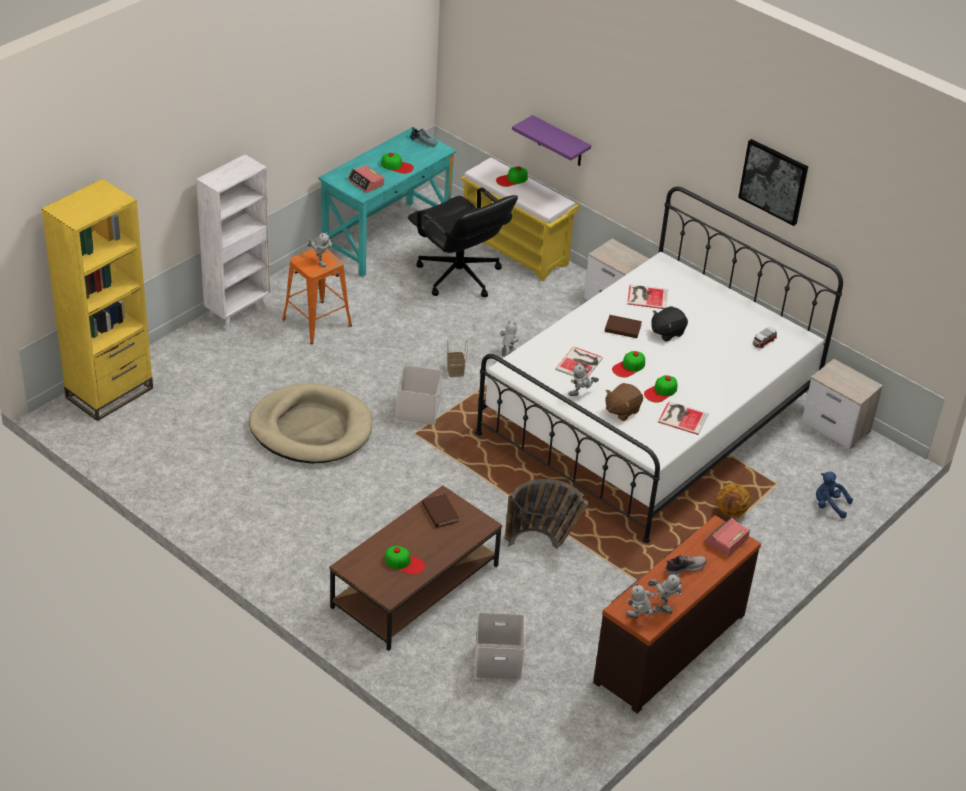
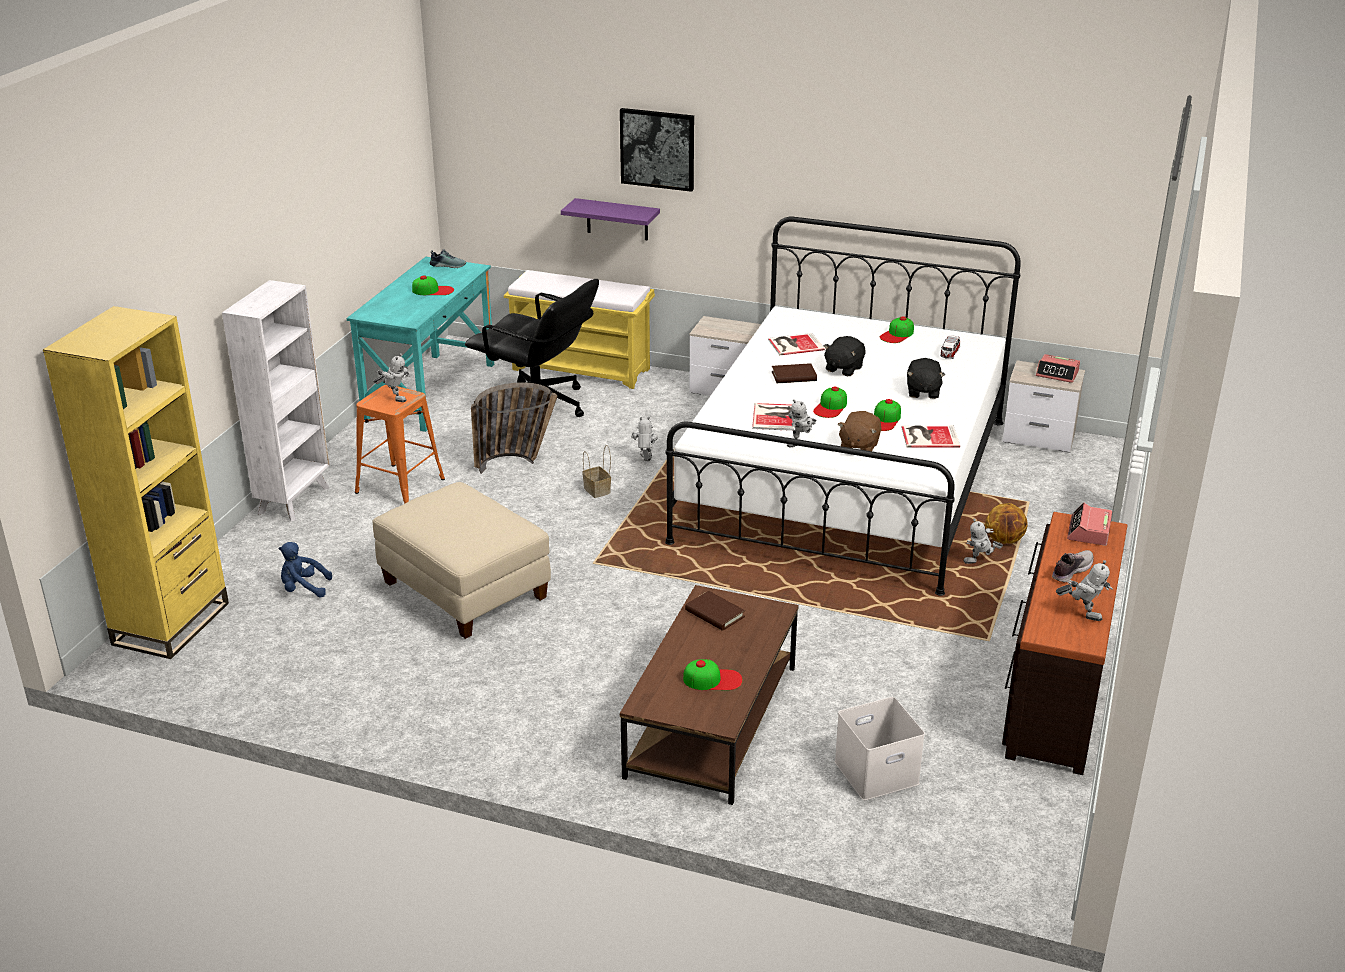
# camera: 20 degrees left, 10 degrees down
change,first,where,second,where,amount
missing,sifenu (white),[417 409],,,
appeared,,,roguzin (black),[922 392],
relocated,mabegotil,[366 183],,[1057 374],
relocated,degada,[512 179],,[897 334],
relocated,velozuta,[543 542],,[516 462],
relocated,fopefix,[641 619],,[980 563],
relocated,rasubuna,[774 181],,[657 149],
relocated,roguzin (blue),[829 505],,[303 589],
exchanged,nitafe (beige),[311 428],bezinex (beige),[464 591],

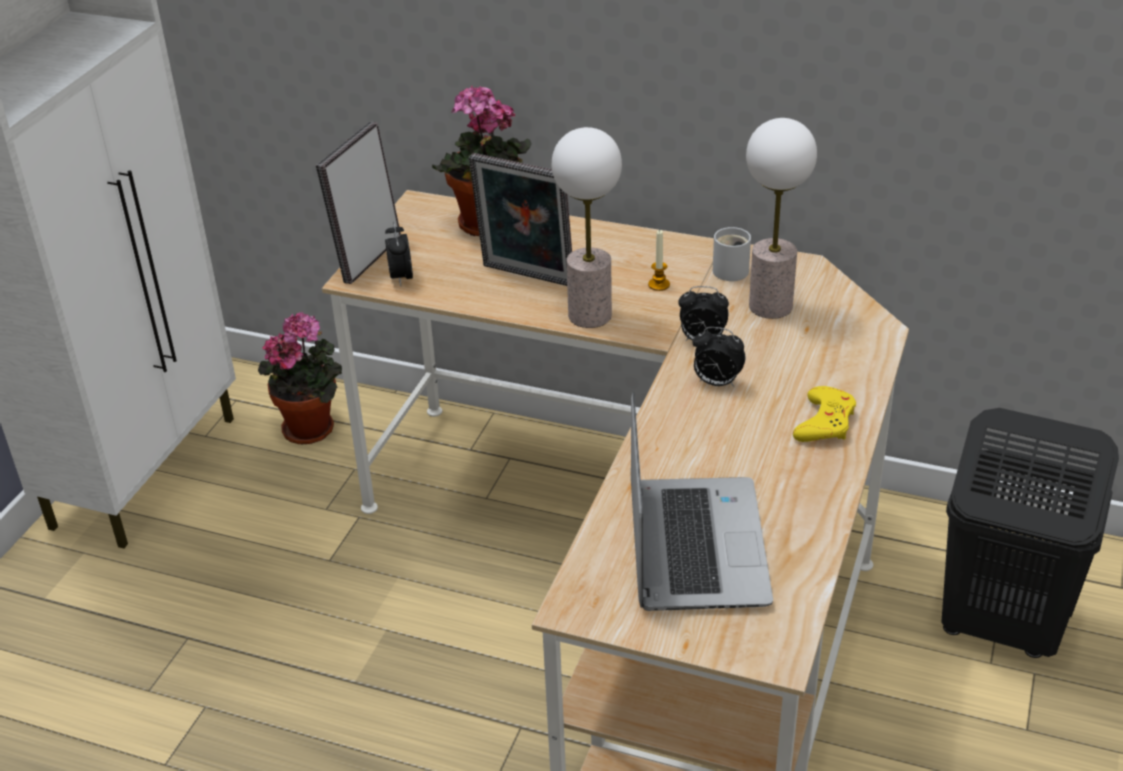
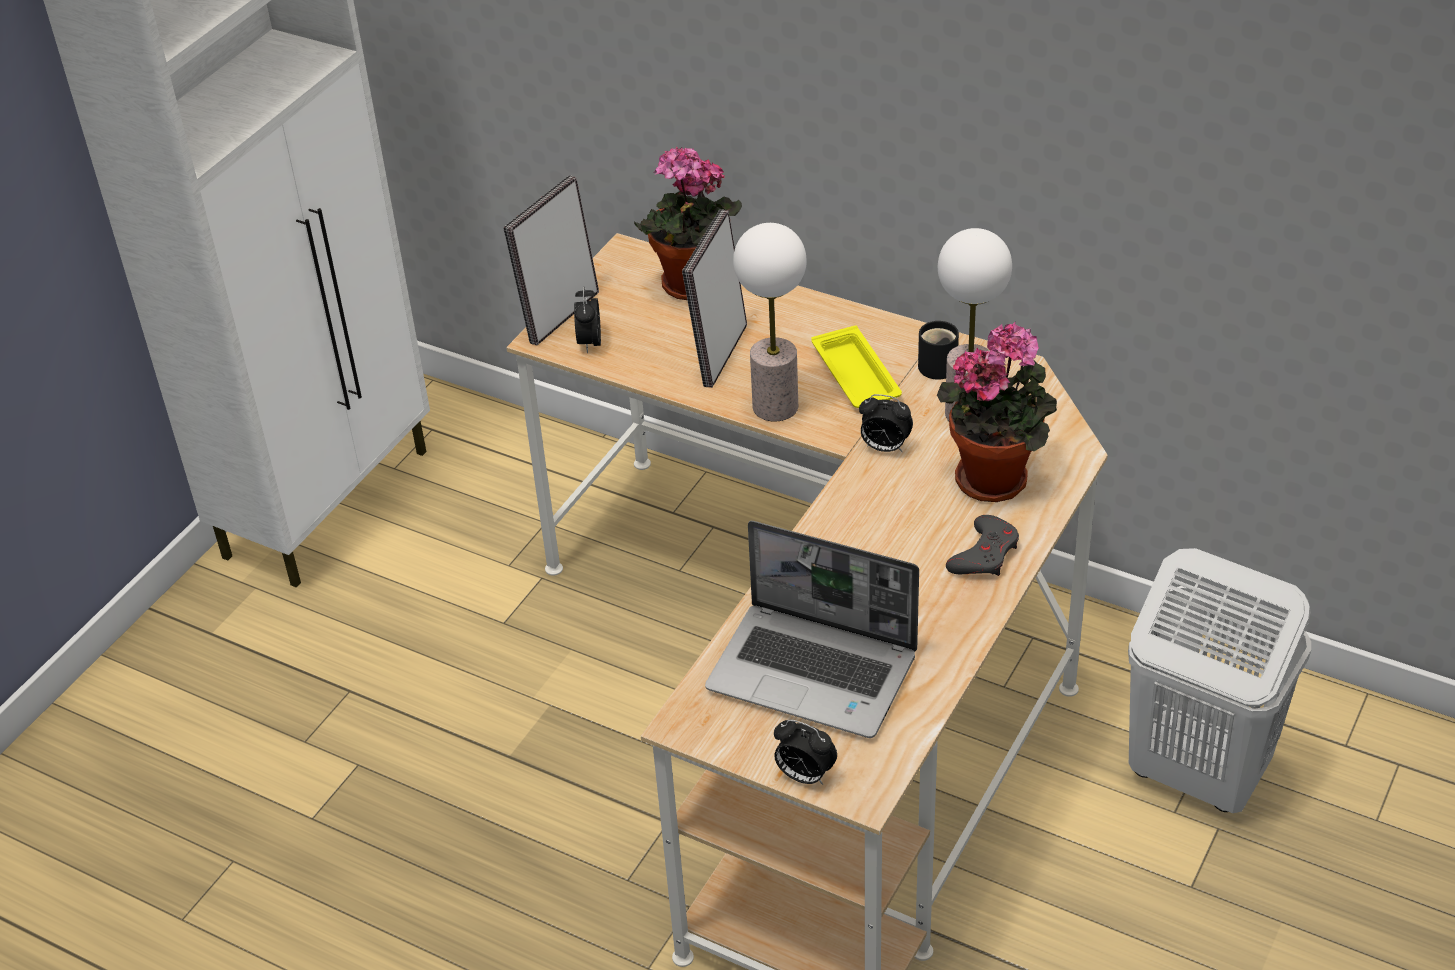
# camera: 10 degrees right, 5 degrees up
change,first,where,second,where,amount
relocated,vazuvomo,[312 427],,[997 477],
relocated,mabegotil,[716 383],,[804 775],
exchanged,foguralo,[659 285],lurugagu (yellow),[857 376],
colour,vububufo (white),[732 269],vububufo (black),[940 365],
colour,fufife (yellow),[825 422],fufife (grey),[984 554],
colour,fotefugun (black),[999 626],fotefugun (white),[1196 774],
spun,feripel,[525 277],,[719 354],75 degrees clockwise
spun,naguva,[694 544],,[815 672],105 degrees clockwise

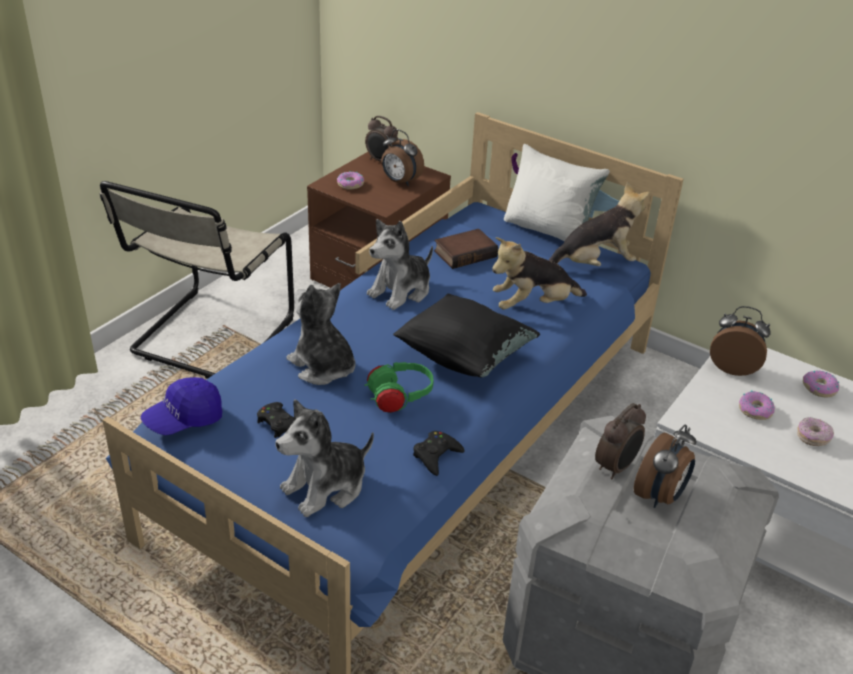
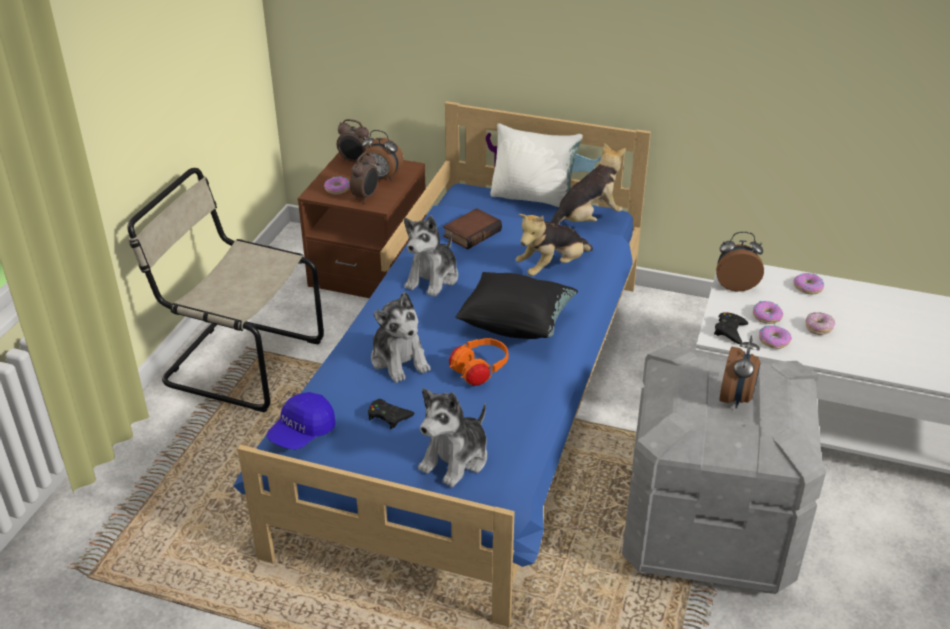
# camera: 15 degrees left, 0 degrees up
change,first,where,second,where,amount
appeared,,,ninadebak,[774 341],
relocated,fufife (black),[436 456],,[730 331],
relocated,mabegotil,[616 467],,[366 197],
colour,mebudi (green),[399 398],mebudi (orange),[479 372],
spun,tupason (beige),[209 338],,[238 362],105 degrees clockwise
spun,roguzin,[323 367],,[399 360],150 degrees counterclockwise

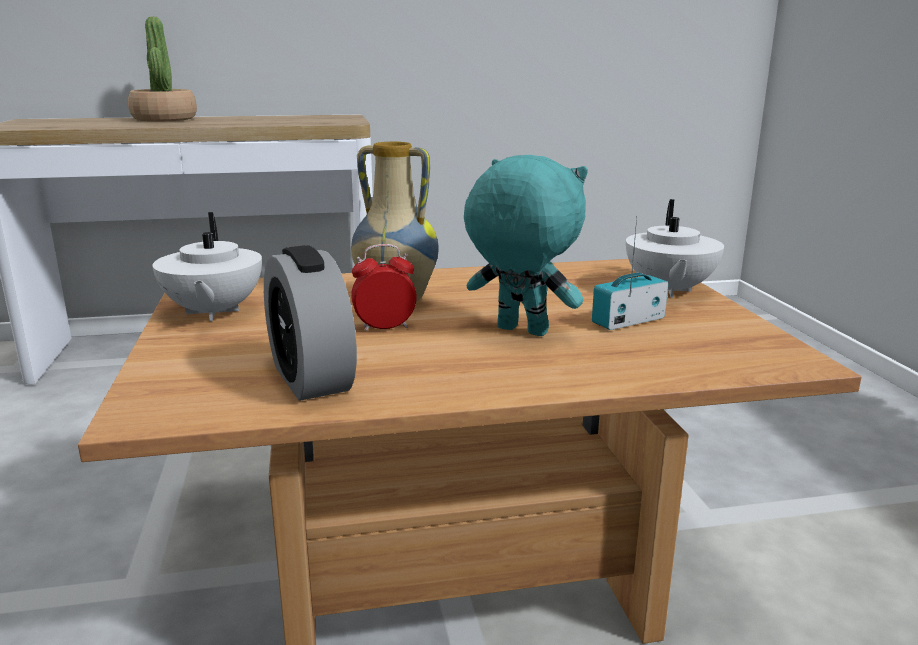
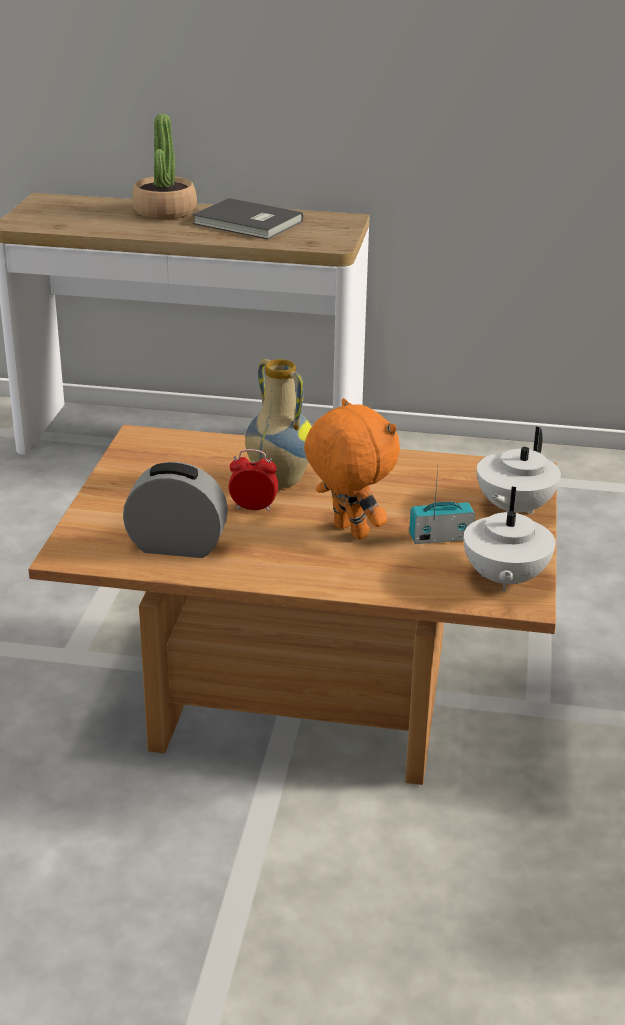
# camera: 20 degrees right, 10 degrees up
change,first,where,second,where,amount
appeared,,,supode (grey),[247 223],
relocated,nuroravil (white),[212 313],,[504 579],
colour,roguzin (turquoise),[520 331],roguzin (orange),[348 531],
spun,mabegotil,[311 378],,[177 546],105 degrees clockwise

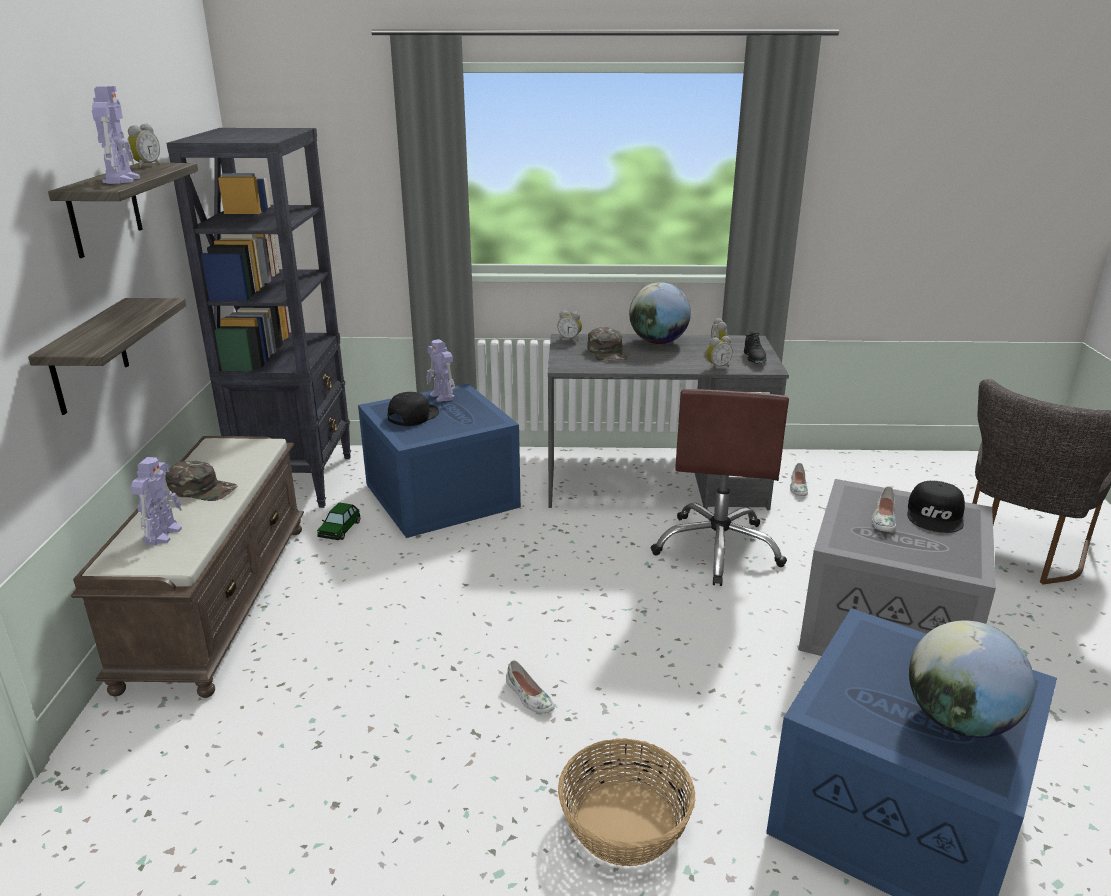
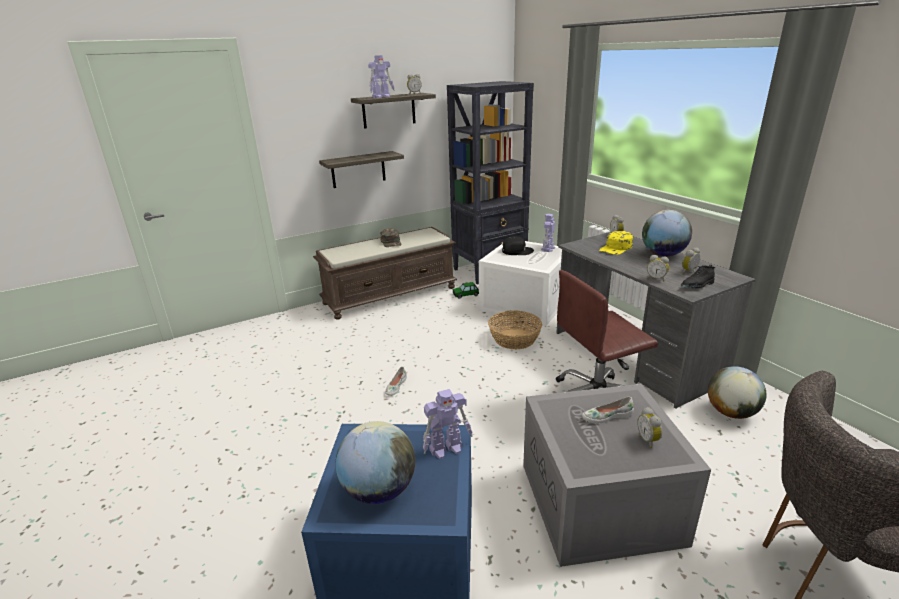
# camera: 60 degrees right, 0 degrees up
change,first,where,second,where,amount
relocated,fopefix,[163 534],,[447 448],
relocated,velozuta,[623 823],,[514 339],
exchanged,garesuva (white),[798 487],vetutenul,[731 413],
exchanged,degada (black),[936 515],mabegotil,[648 440],
colour,sifenu (blue),[439 495],sifenu (white),[525 302],
colour,degada (green),[607 352],degada (yellow),[616 248],

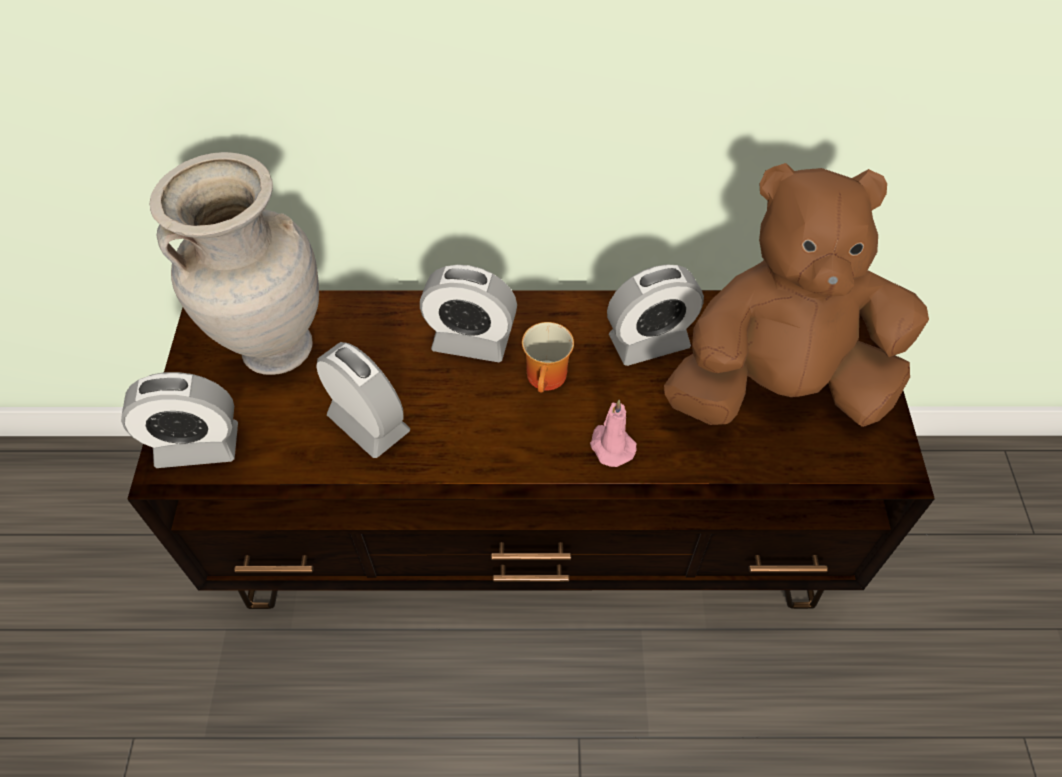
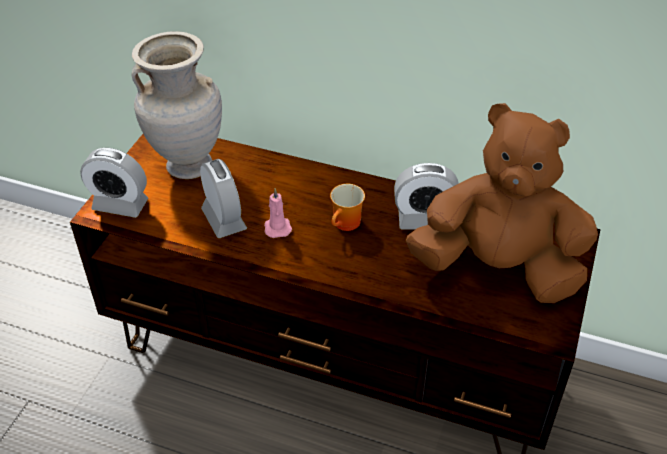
# camera: 20 degrees right, 10 degrees down
change,first,where,second,where,amount
missing,mabegotil,[471 341],,,
relocated,foguralo (pink),[611 445],,[277 227],

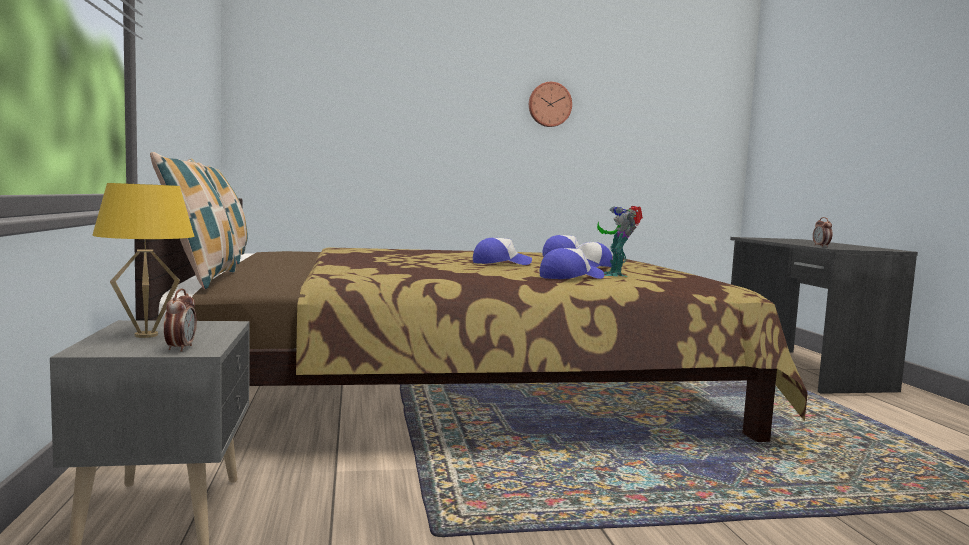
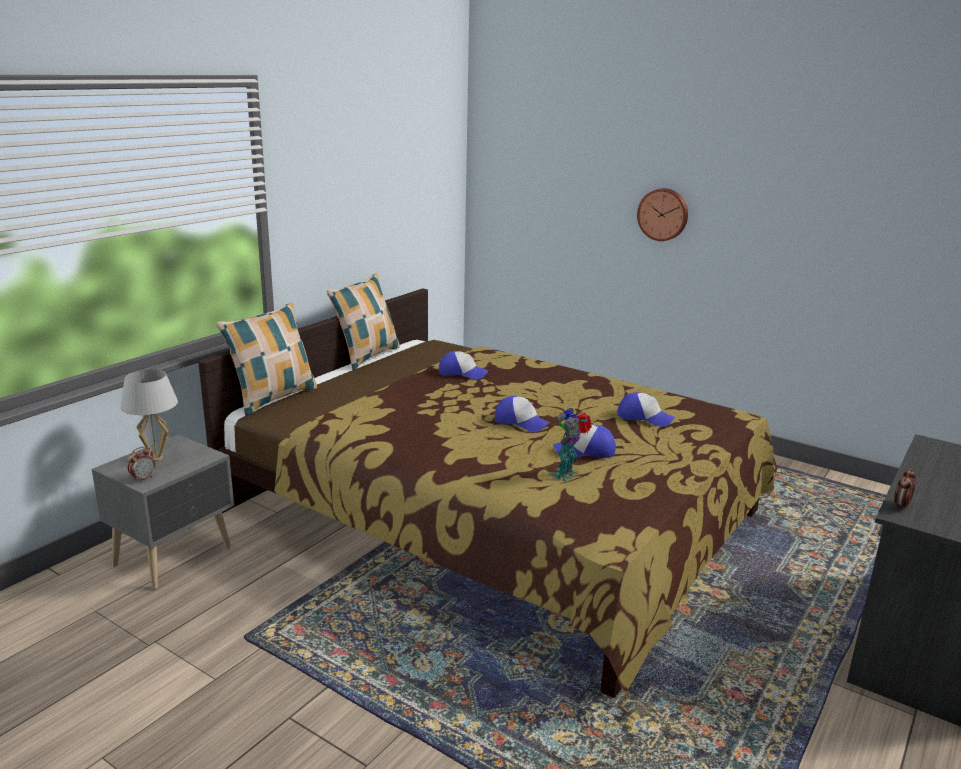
# camera: 45 degrees right, 15 degrees up
change,first,where,second,where,amount
relocated,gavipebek,[549 104],,[663 214],
relocated,degada,[570 277],,[462 373],
colour,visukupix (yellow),[147 335],visukupix (white),[156 458],

